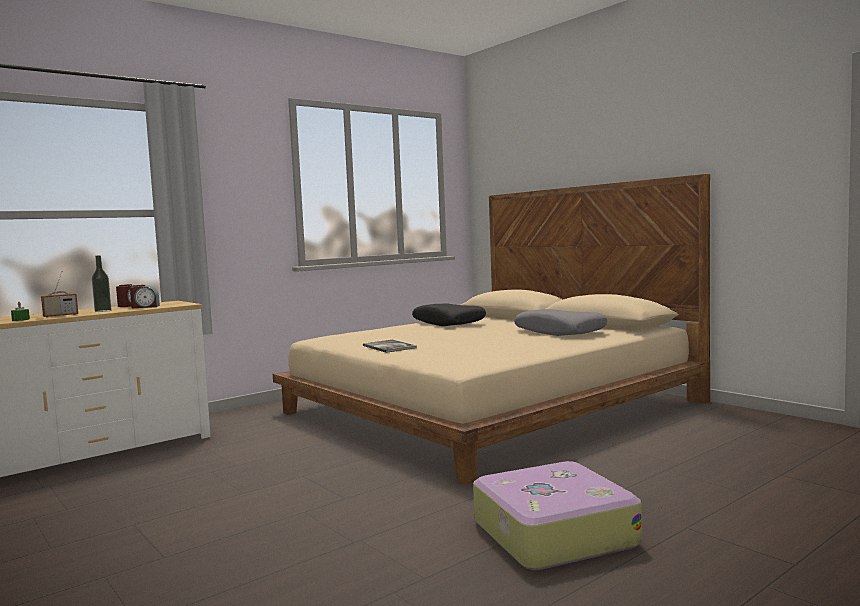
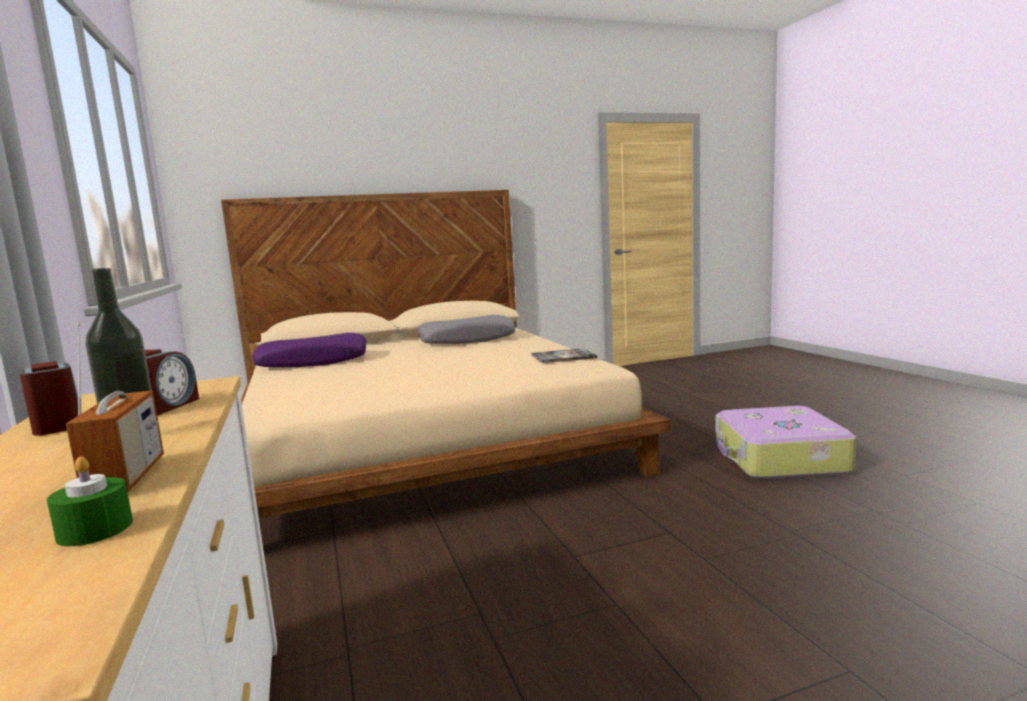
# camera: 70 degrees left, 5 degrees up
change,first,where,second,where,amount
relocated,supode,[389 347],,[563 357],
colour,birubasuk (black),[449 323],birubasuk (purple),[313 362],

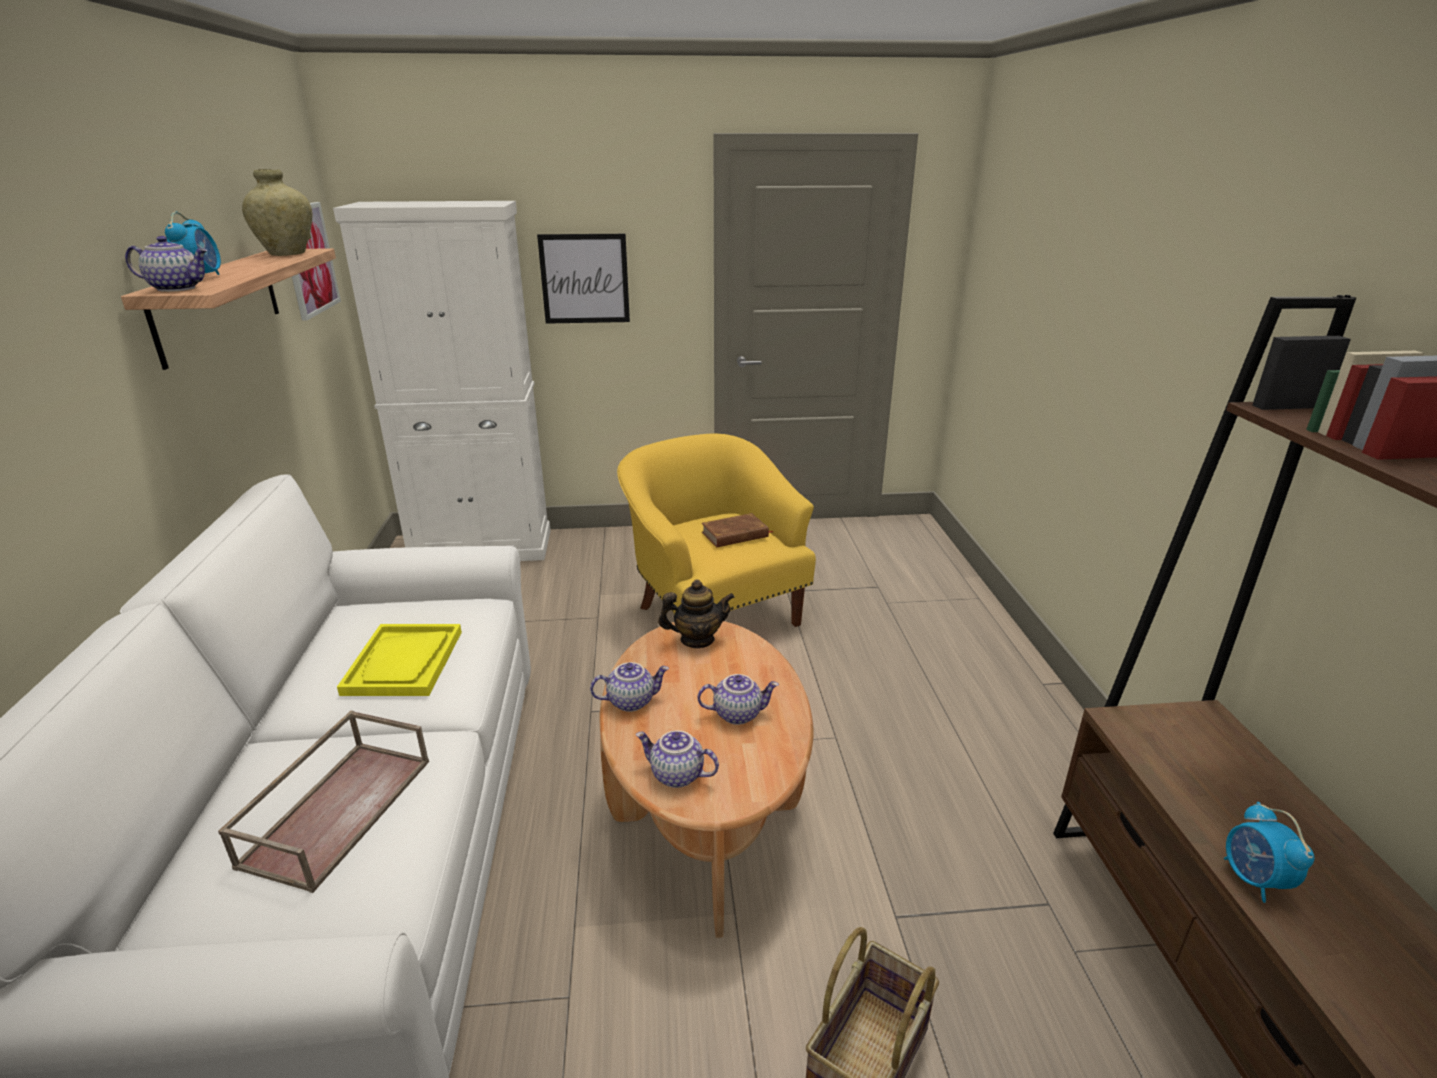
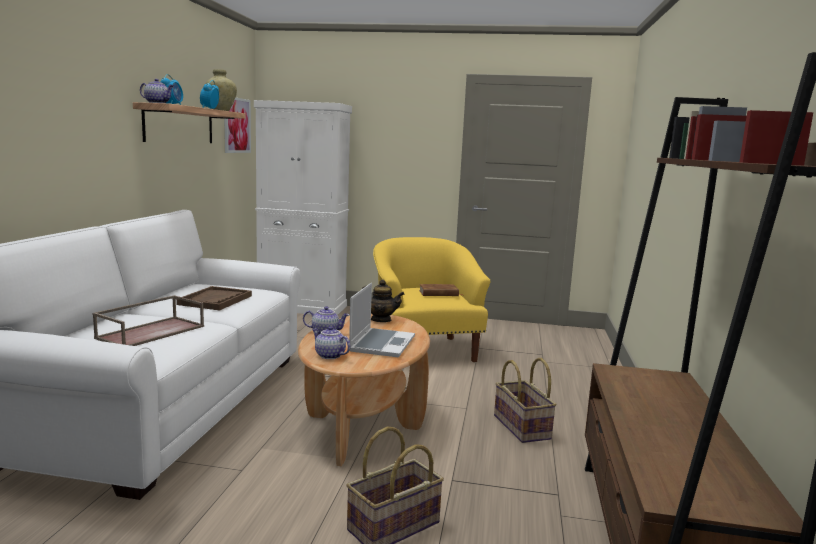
# camera: 15 degrees right, 15 degrees down
change,first,where,second,where,amount
missing,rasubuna,[584 279],,,
appeared,,,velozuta,[522 427],
relocated,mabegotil,[1253 880],,[209 109],
exchanged,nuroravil,[738 713],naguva,[381 344],
colour,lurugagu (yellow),[404 662],lurugagu (brown),[215 300],

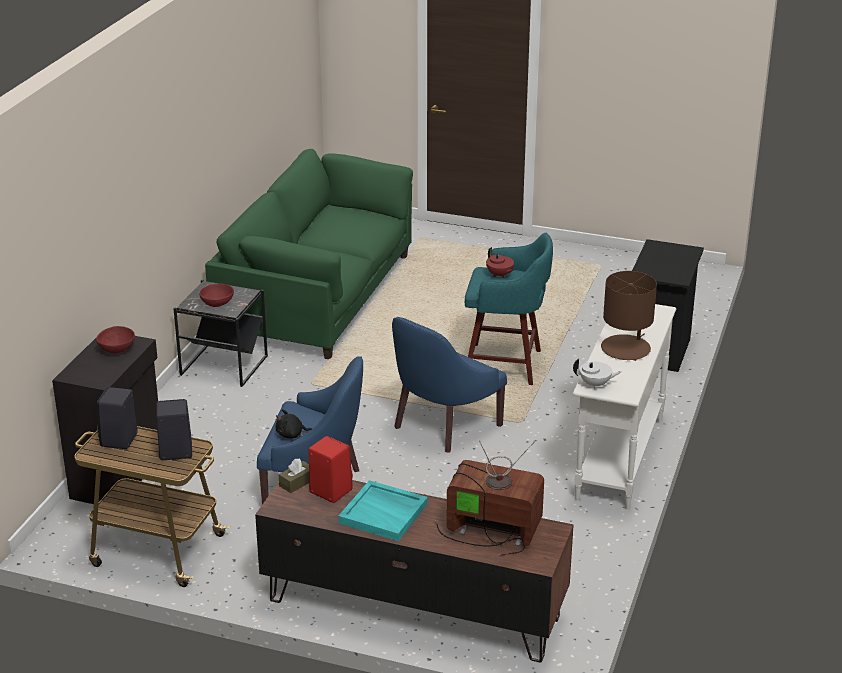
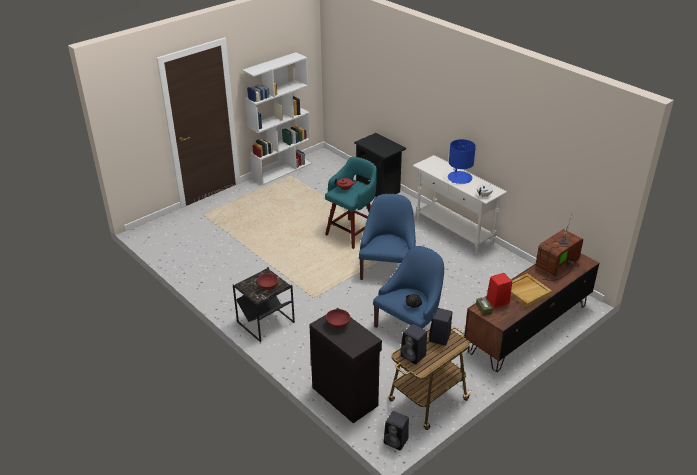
# camera: 60 degrees left, 5 degrees up
change,first,where,second,where,amount
missing,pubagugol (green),[317 296],,,
appeared,,,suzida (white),[282 170],
appeared,,,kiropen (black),[396 441],
colour,lurugagu (turquoise),[384 513],lurugagu (beige),[526 291],
colour,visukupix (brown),[626 348],visukupix (blue),[459 178],
spun,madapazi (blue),[442 425],,[388 269],150 degrees counterclockwise

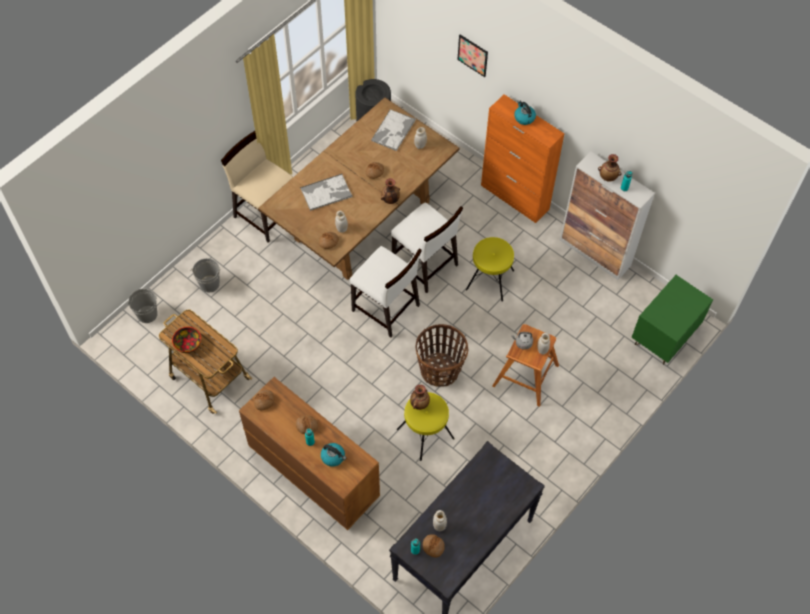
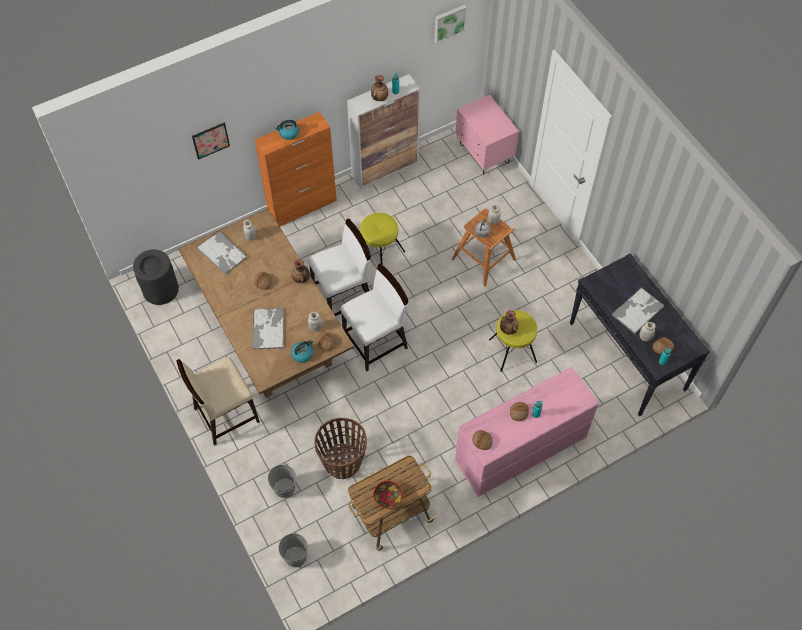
# camera: 70 degrees left, 0 degrees up
change,first,where,second,where,amount
appeared,,,rasubuna,[449 23],
appeared,,,lurugagu,[638 310],
relocated,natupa,[333 457],,[302 354],
relocated,velozuta,[440 370],,[342 461],
colour,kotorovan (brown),[313 471],kotorovan (pink),[519 450],
colour,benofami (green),[663 338],benofami (pink),[484 154],

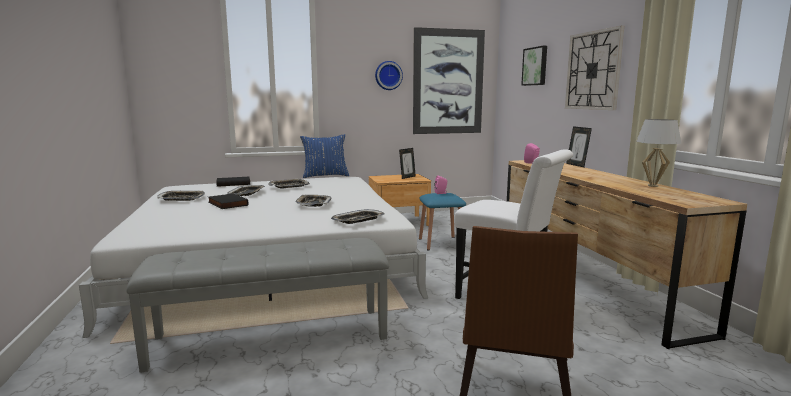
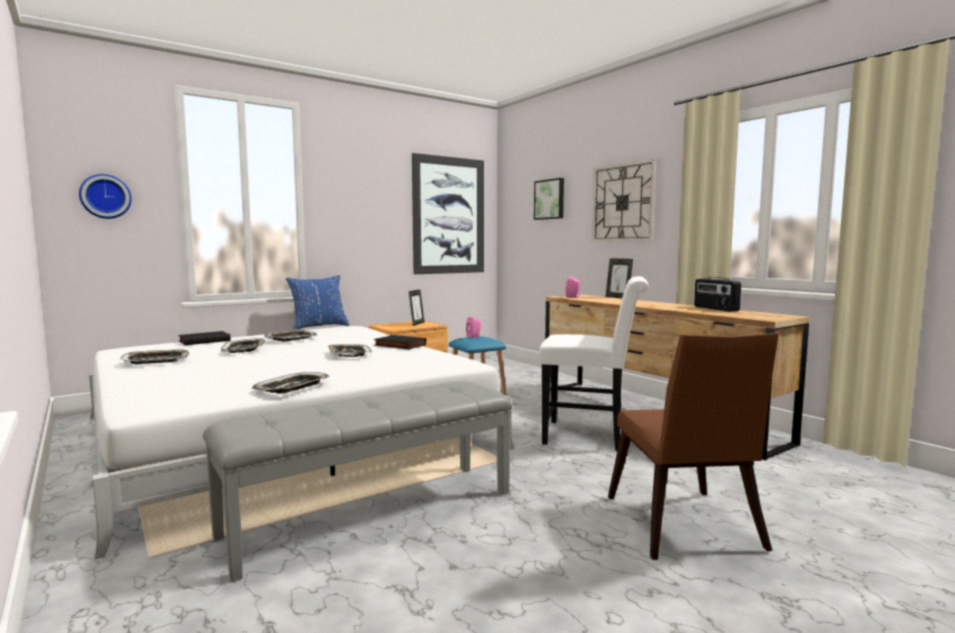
# camera: 20 degrees left, 5 degrees down
change,first,where,second,where,amount
relocated,supode (black),[226 204],,[399 345],
relocated,lurugagu,[358 220],,[292 388],
relocated,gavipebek,[388 75],,[105 196],
exchanged,visukupix (white),[652 186],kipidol,[715 309],

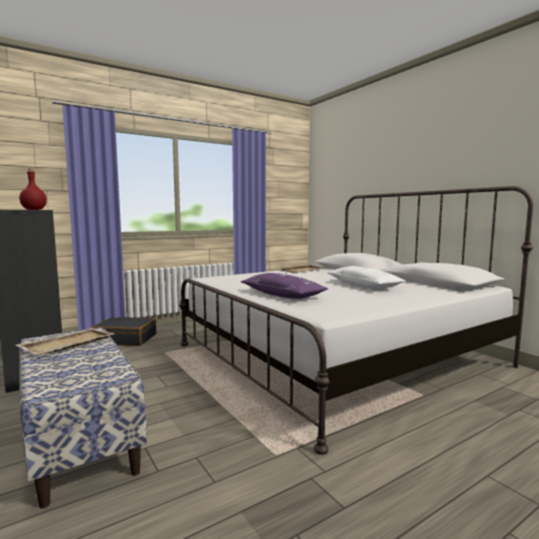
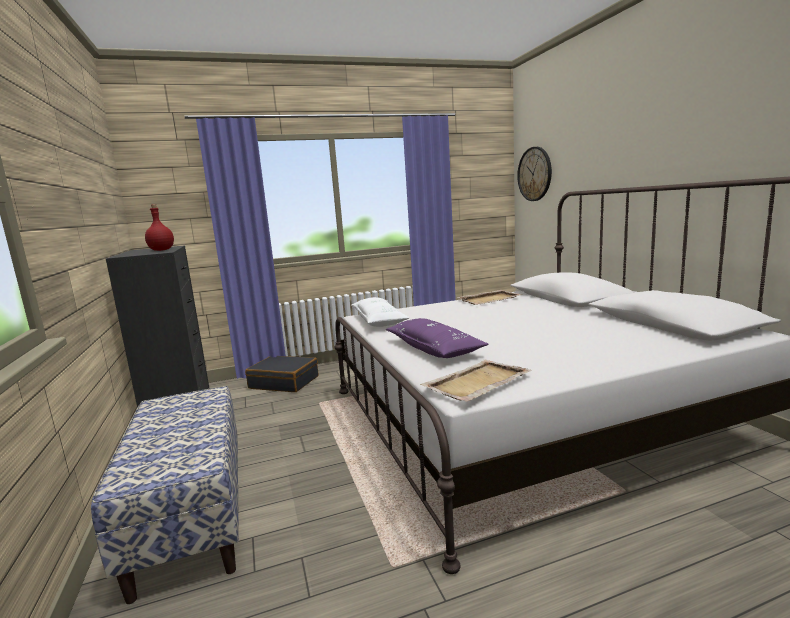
# camera: 15 degrees right, 5 degrees up
change,first,where,second,where,amount
appeared,,,gavipebek,[534 174],
relocated,lurugagu (beige),[66 344],,[476 383],
relocated,birubasuk (white),[364 285],,[379 321],

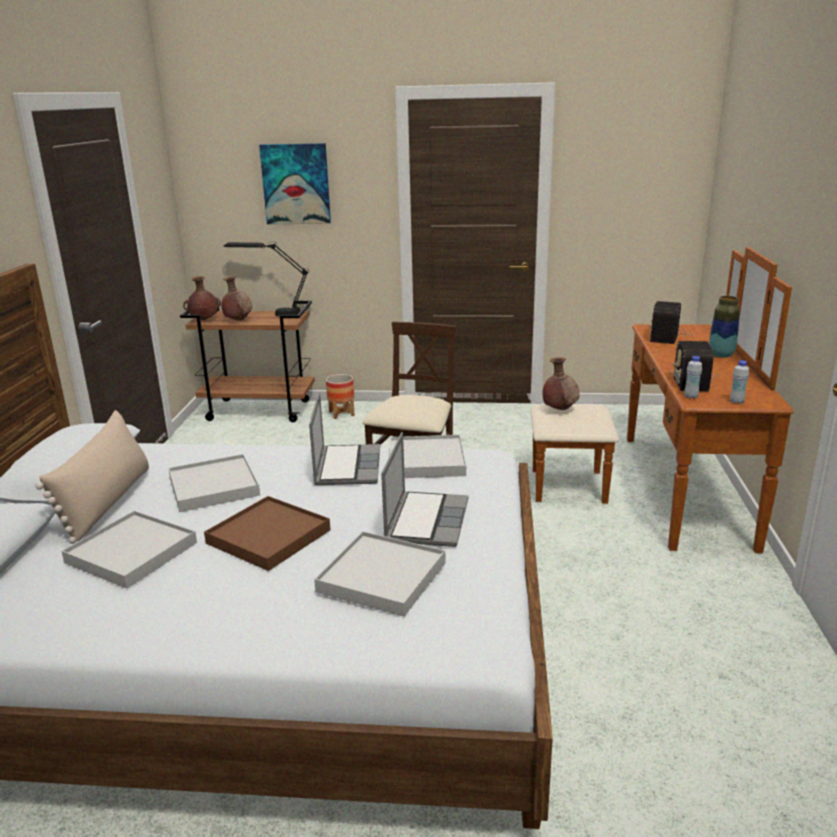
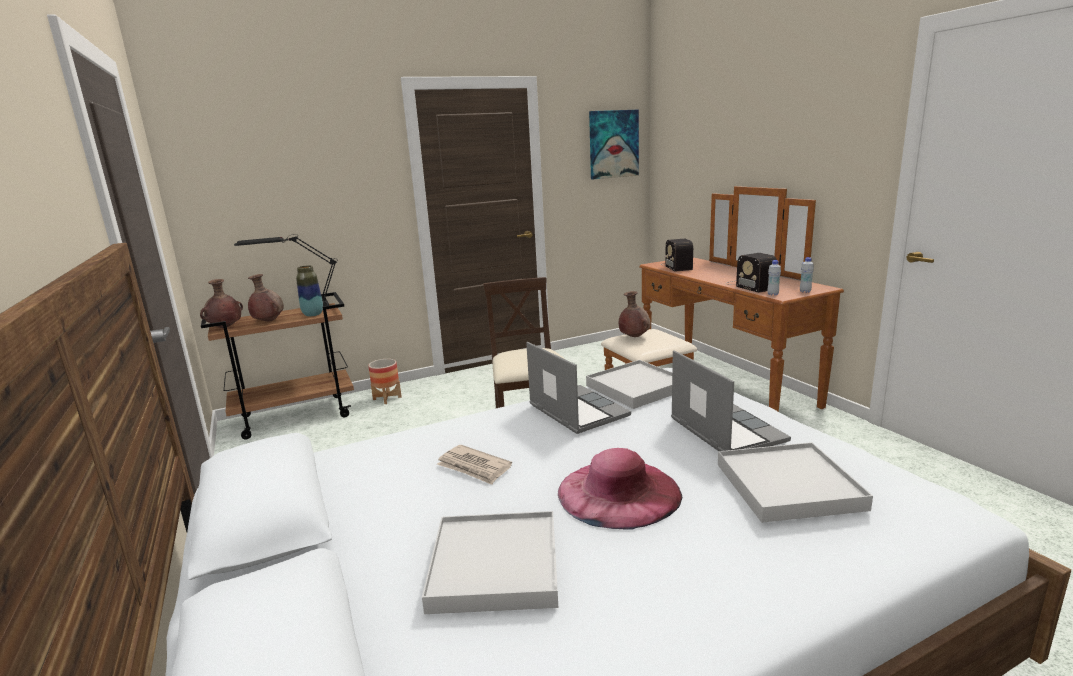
# camera: 30 degrees left, 5 degrees down
change,first,where,second,where,amount
missing,birubasuk (beige),[107 502],,,
relocated,rasubuna,[296 184],,[613 144],
relocated,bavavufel,[721 355],,[313 315],
exchanged,lurugagu (white),[214 486],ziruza,[474 467],
exchanged,lurugagu (brown),[268 537],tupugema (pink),[618 492],

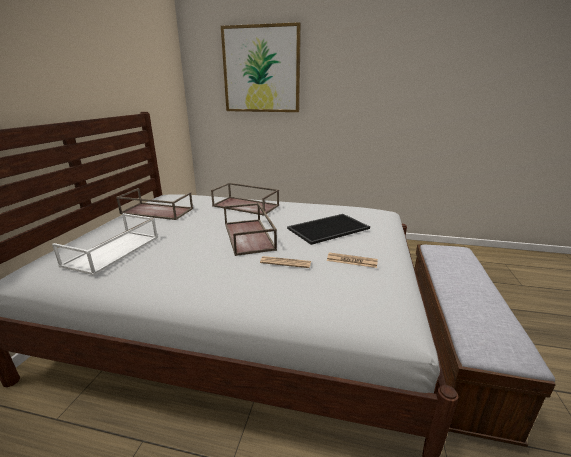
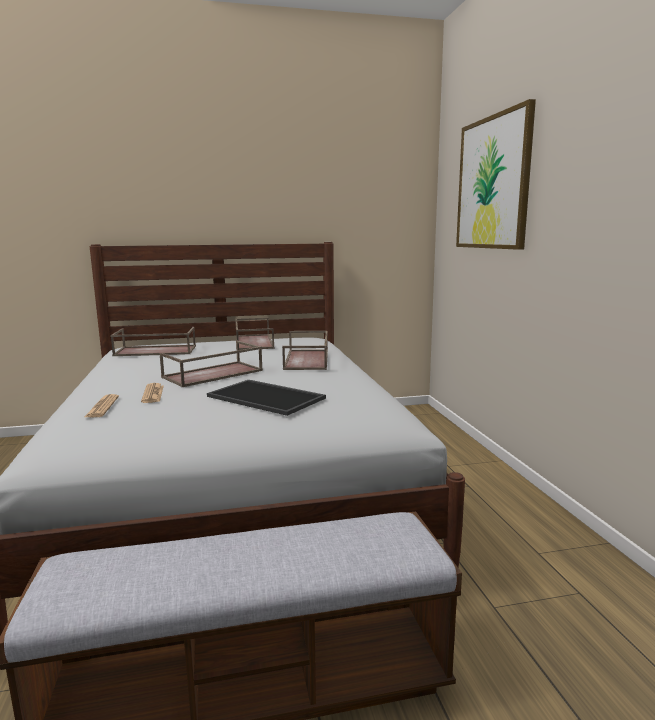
# camera: 65 degrees right, 10 degrees down
change,first,where,second,where,amount
relocated,ziruza,[352 261],,[102 407],
colour,lurugagu (white),[112 251],lurugagu (brown),[154 351],

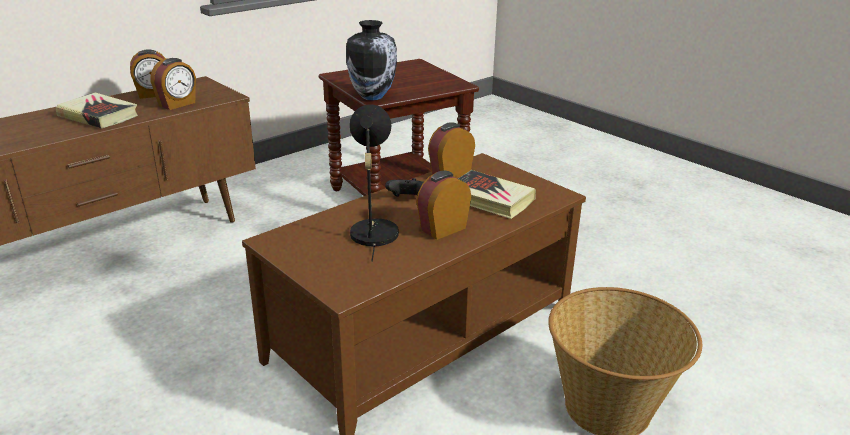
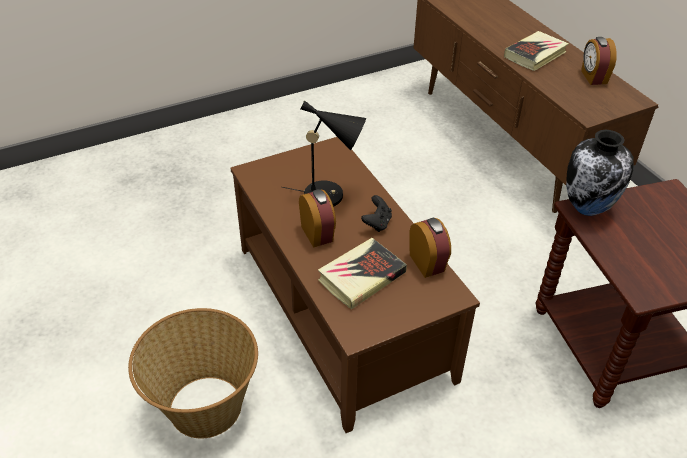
# camera: 105 degrees right, 15 degrees up
change,first,where,second,where,amount
missing,mabegotil,[177 104],,,

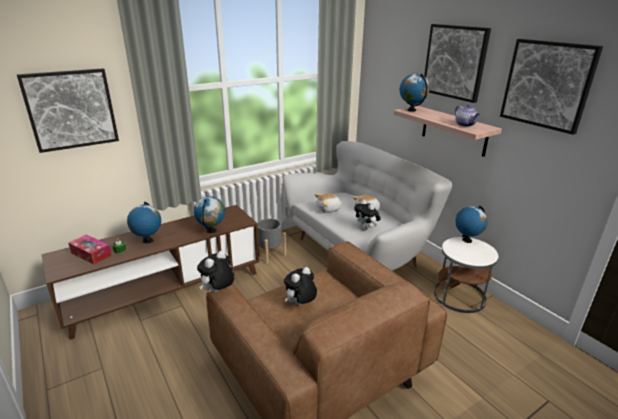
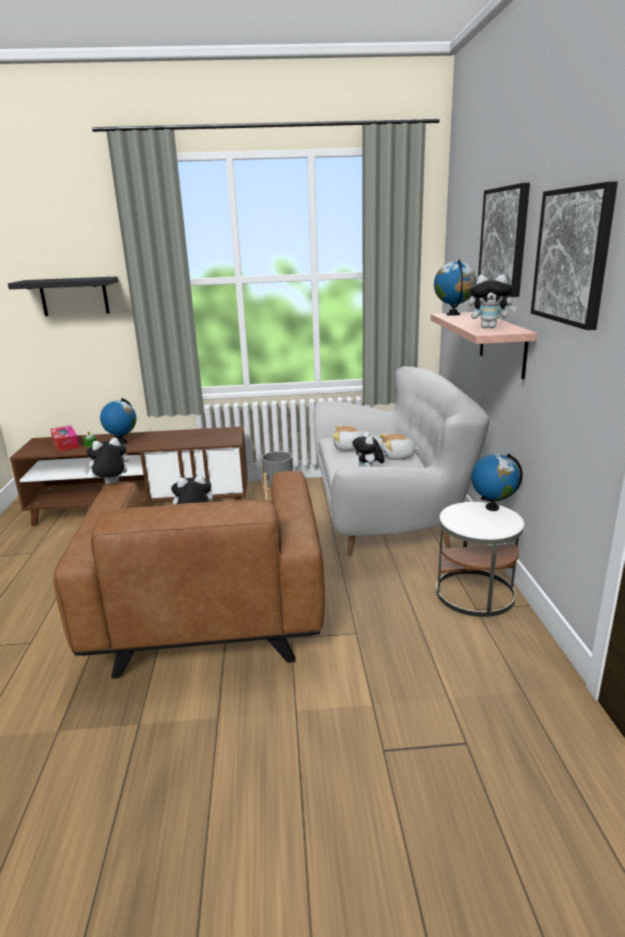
# camera: 30 degrees right, 5 degrees down
change,first,where,second,where,amount
missing,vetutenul,[211 231],,,
exchanged,rasubuna,[71 109],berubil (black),[74 296],
exchanged,nuroravil,[465 125],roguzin,[489 327],

